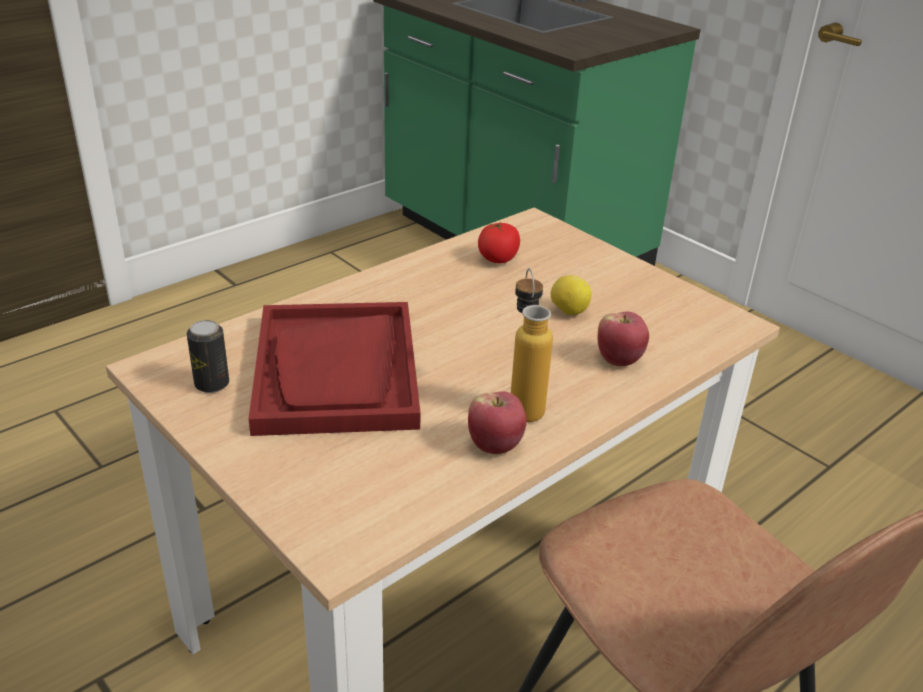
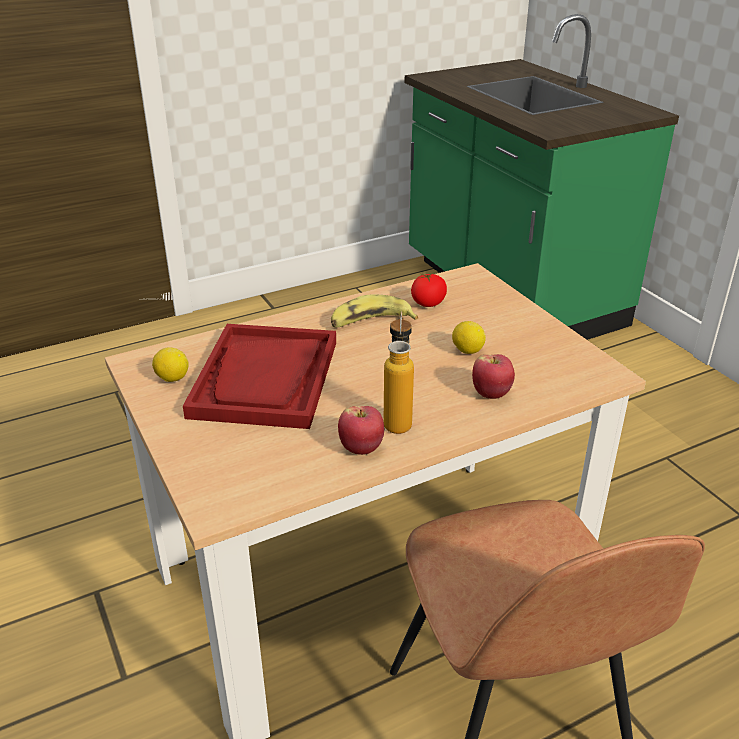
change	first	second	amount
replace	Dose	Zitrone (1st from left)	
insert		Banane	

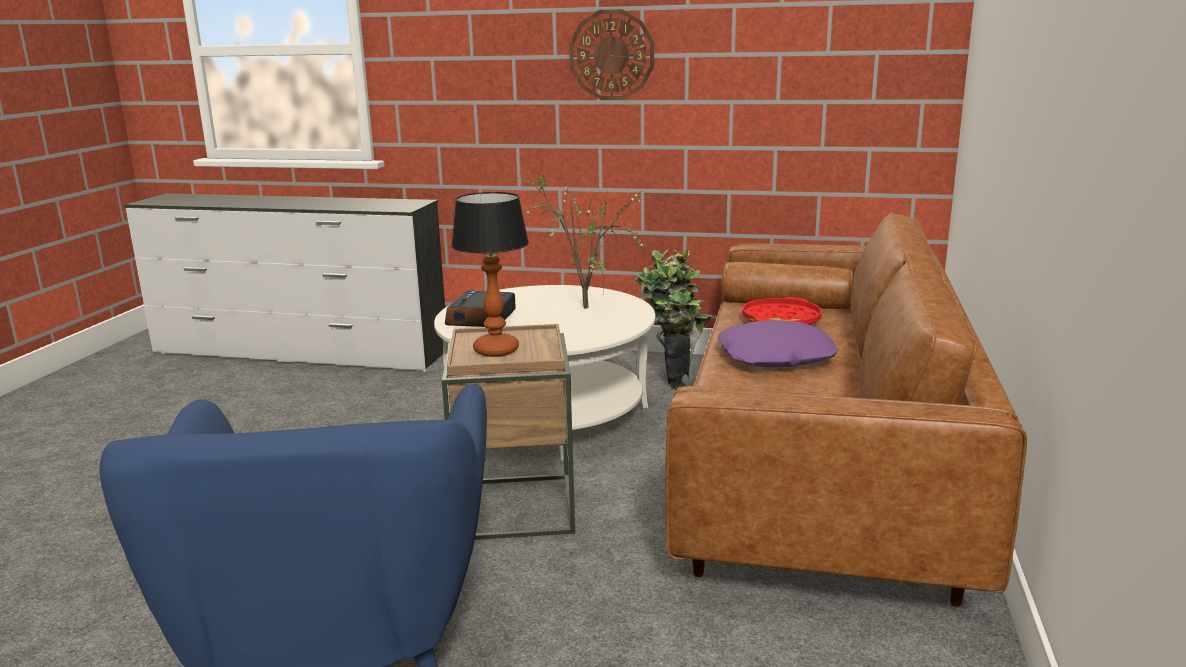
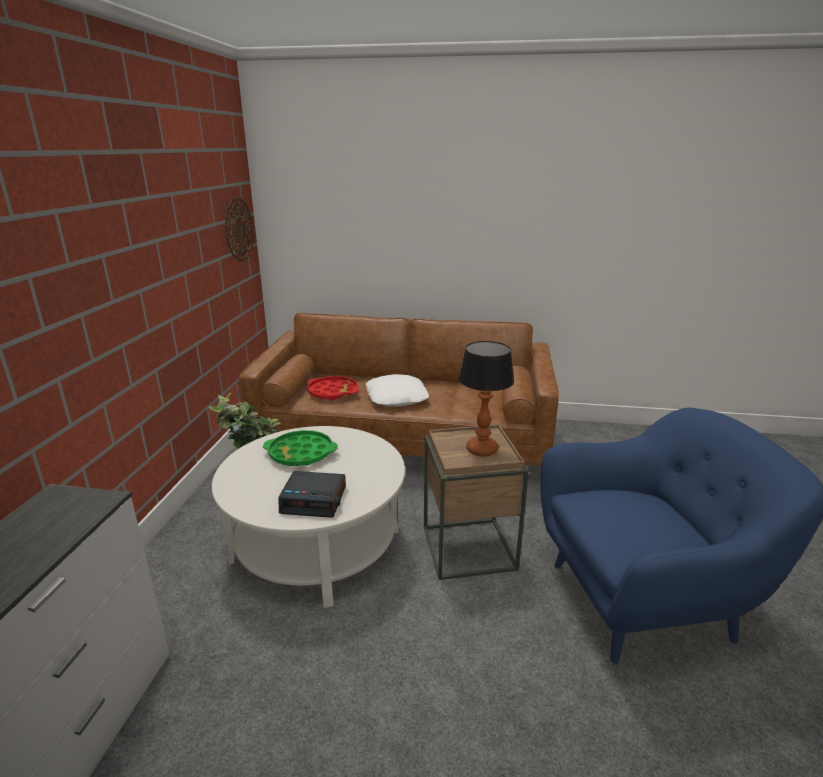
change	first	second	amount
move	Wanduhr		
replace	Topfpflanze (1st from left)	Tablett (grün)	
recolor	Kissen (lila)	Kissen (weiß)	

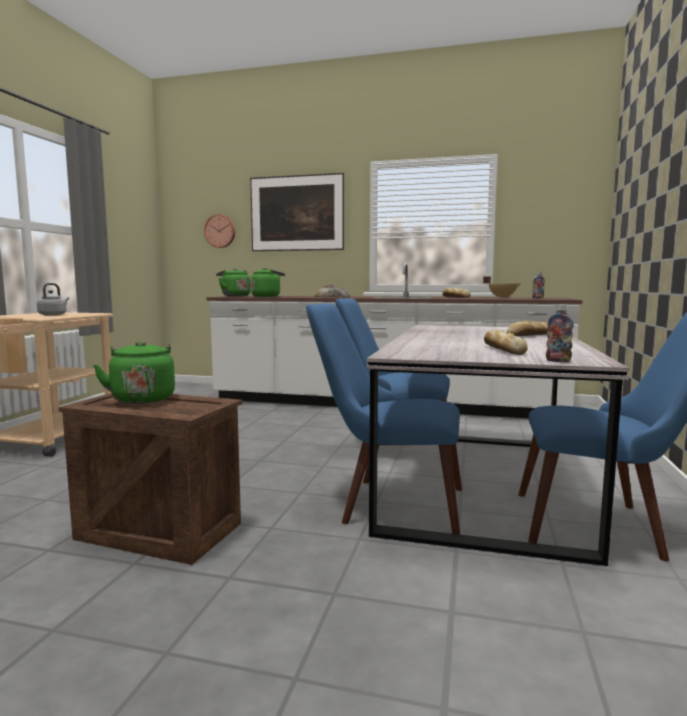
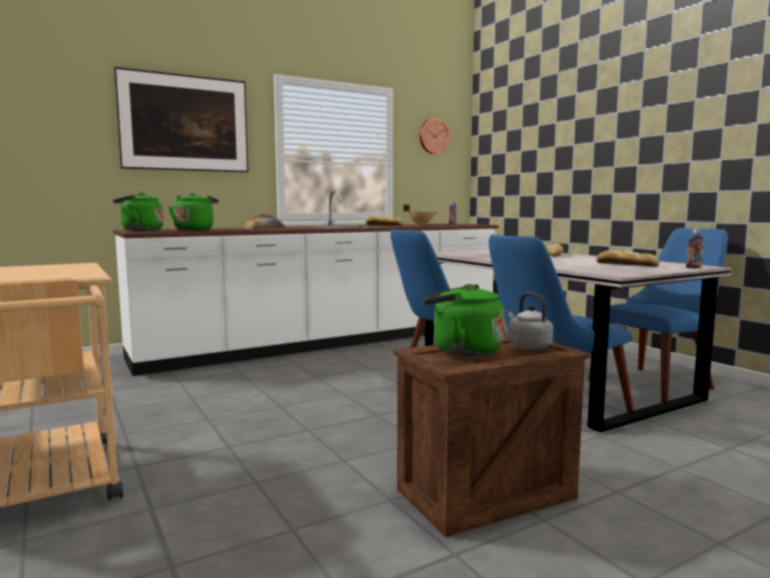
change	first	second	amount
move	Wanduhr		
move	Wasserkessel (grau)		

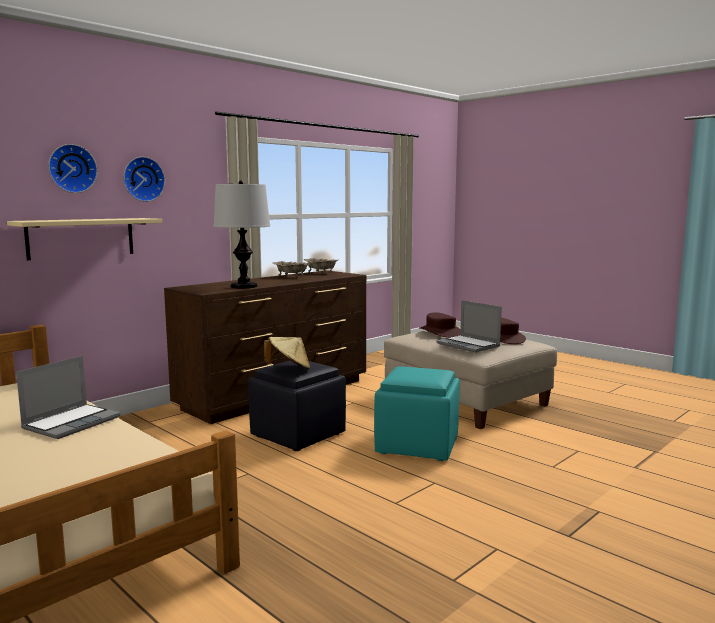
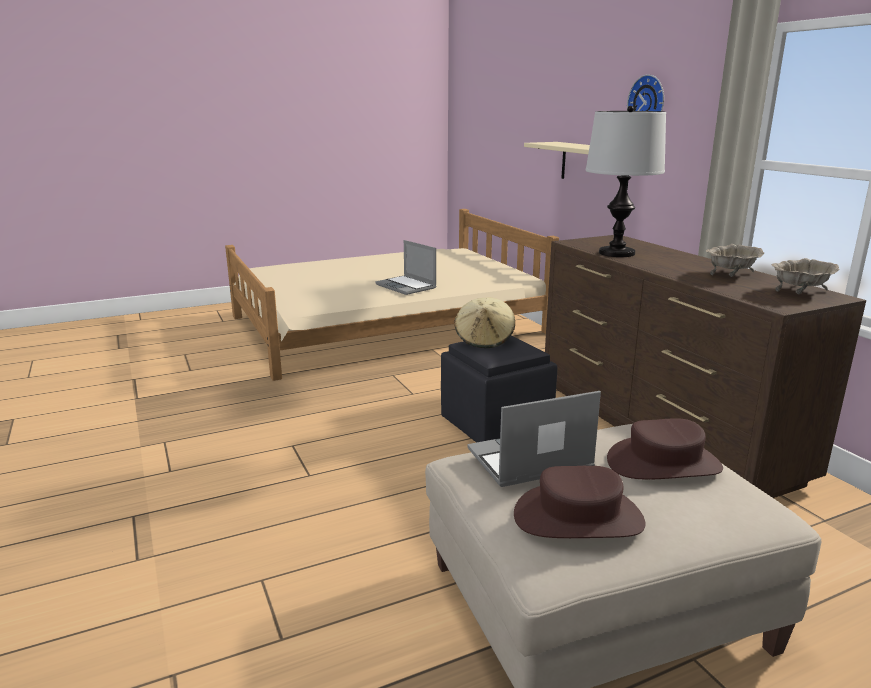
change	first	second	amount
delete	Wanduhr (1st from left)		
delete	Polsterhocker (türkis)		

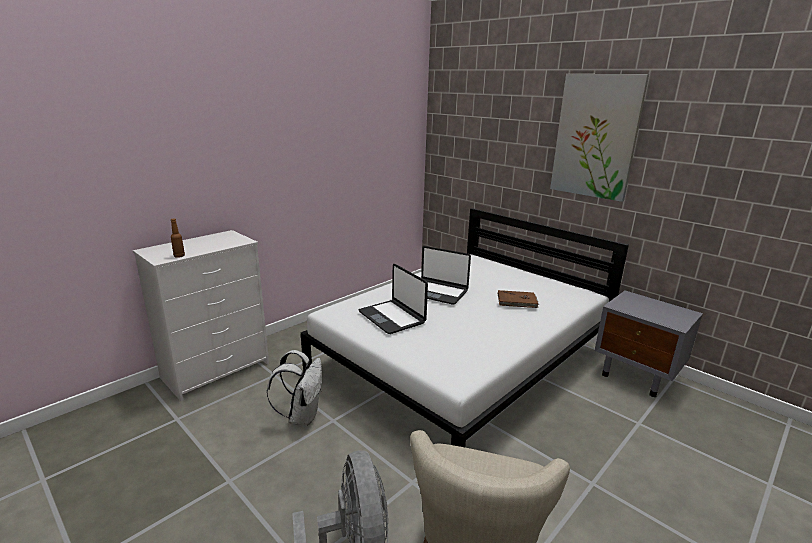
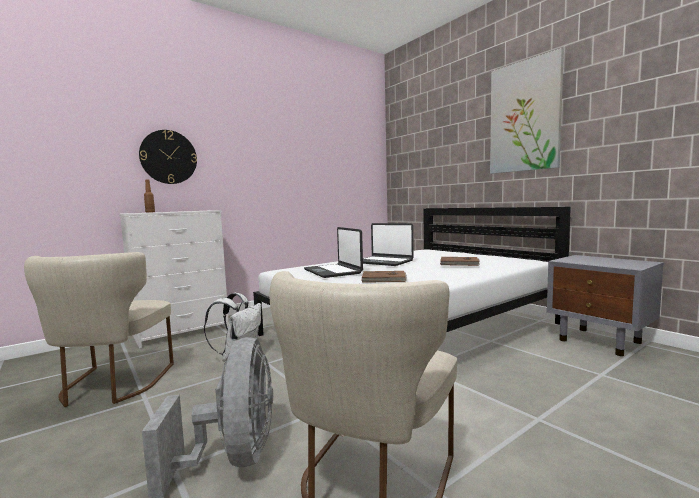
change	first	second	amount
insert		Stuhl (beige) (1st from left)	
insert		Wanduhr	
insert		Buch (braun) (1st from left)	

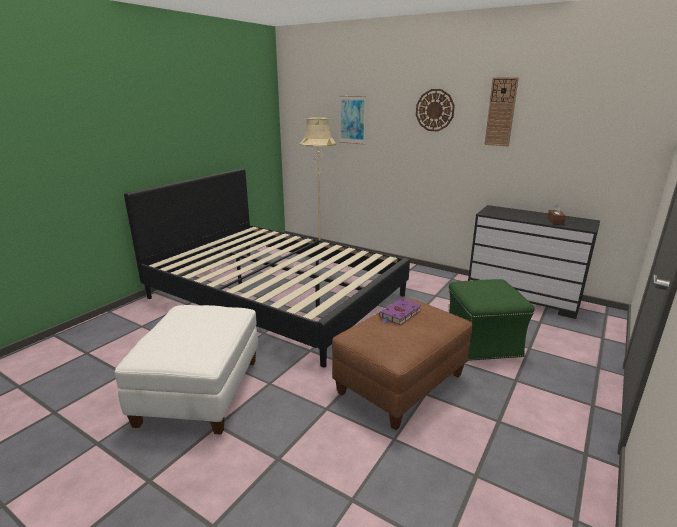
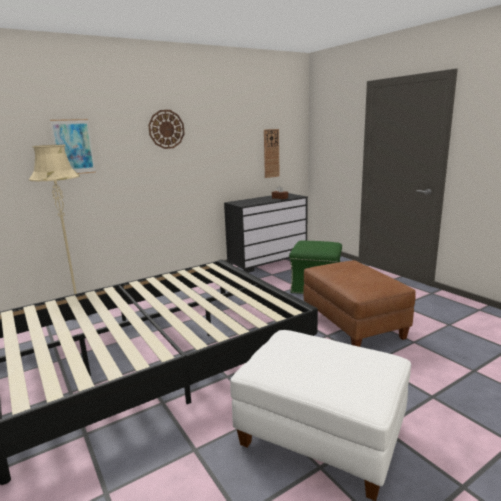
change	first	second	amount
move	Wanduhr (2nd from left)		
delete	Buch (lila)		

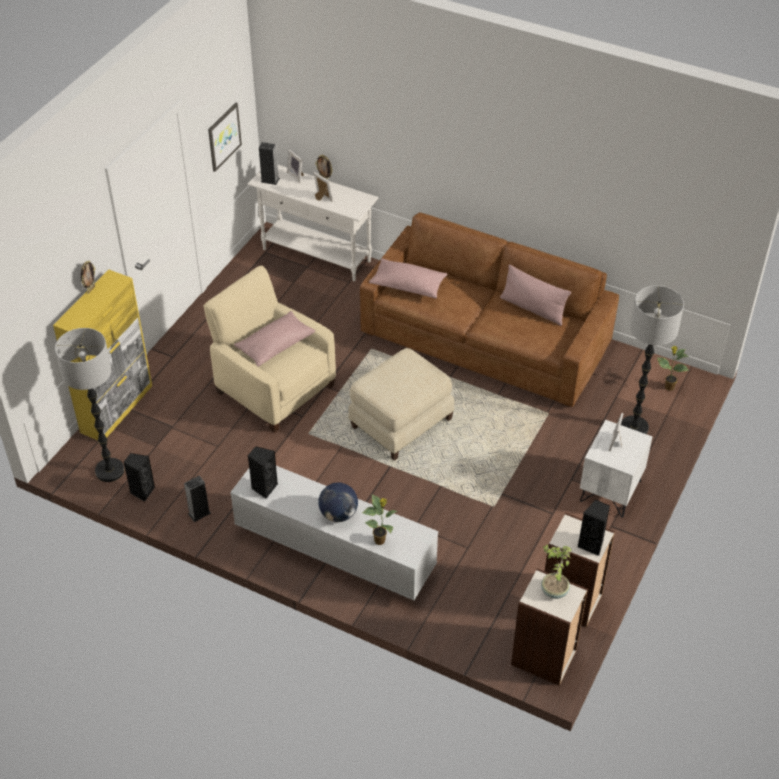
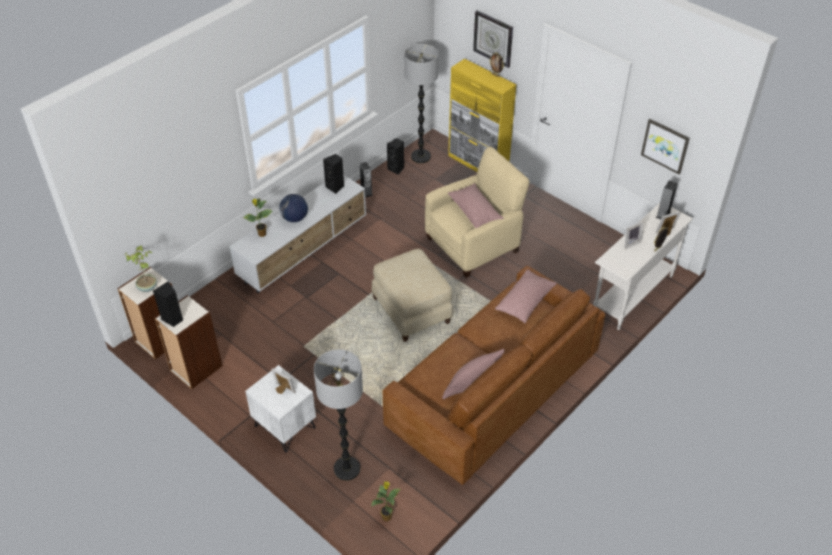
change	first	second	amount
insert		Wanduhr	

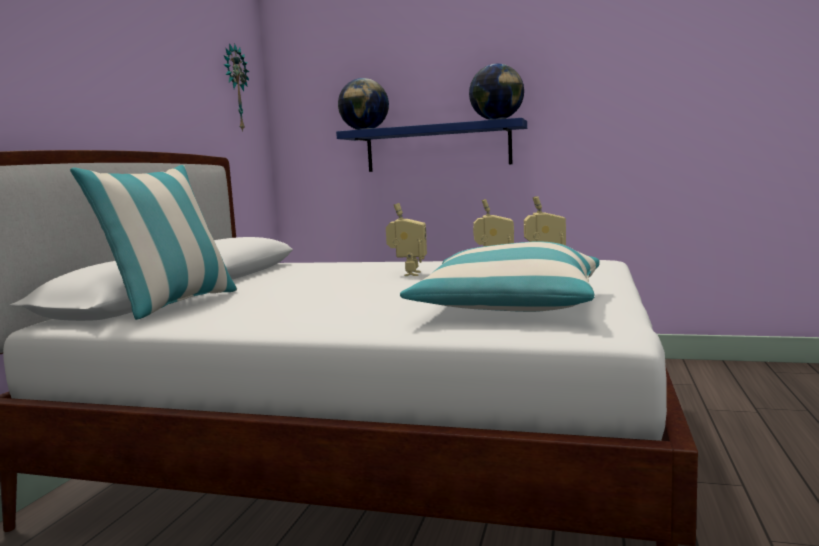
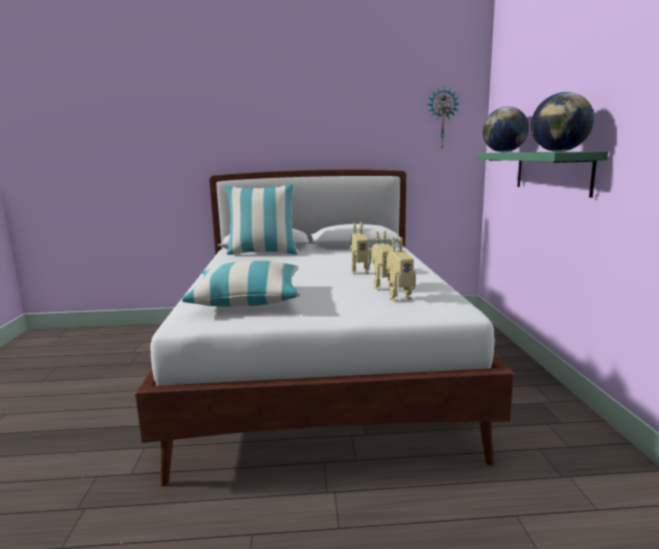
change	first	second	amount
recolor	Wandregal (blau)	Wandregal (grün)	

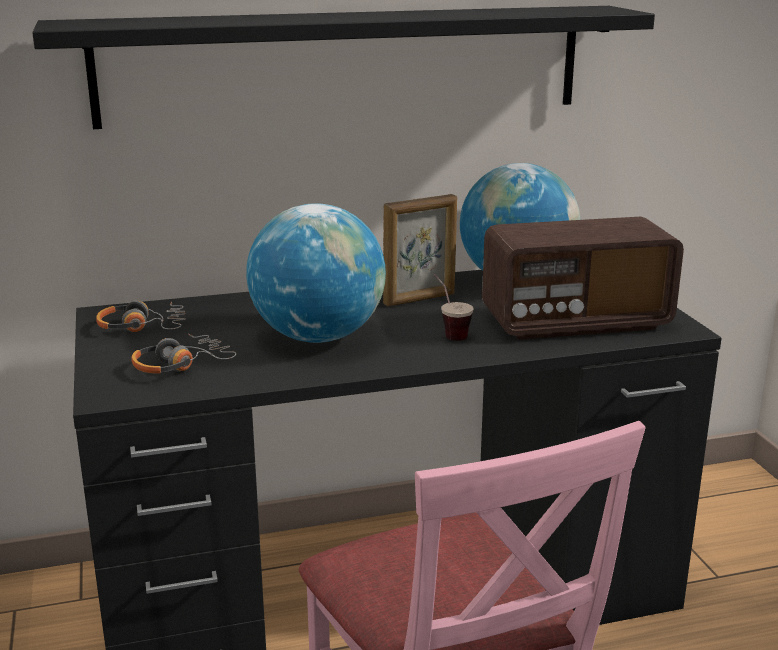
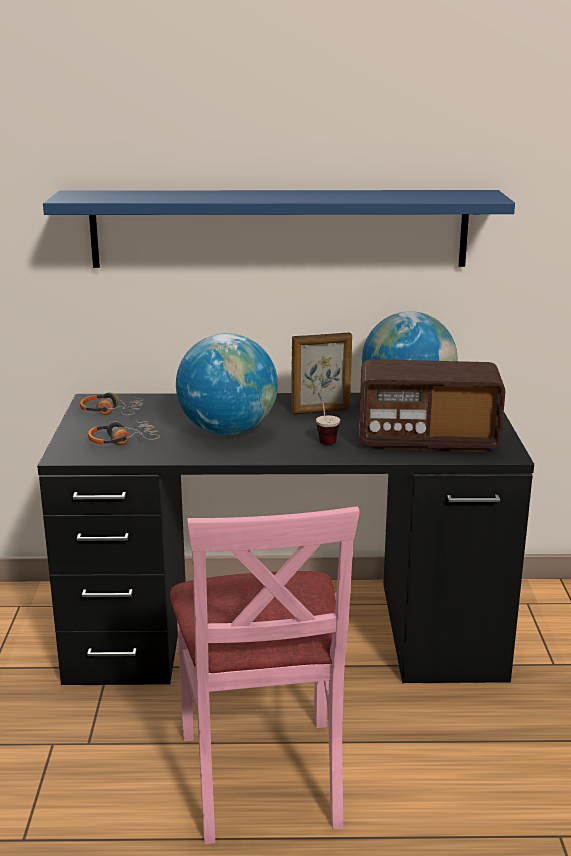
change	first	second	amount
recolor	Wandregal (schwarz)	Wandregal (blau)	

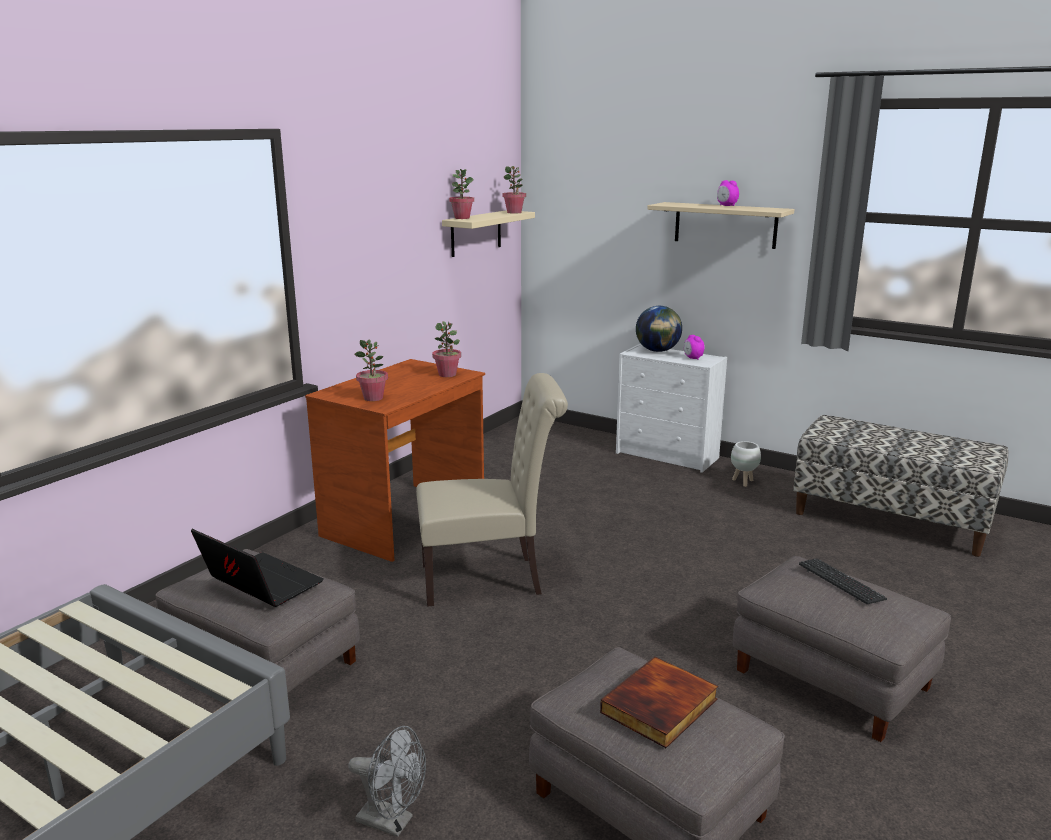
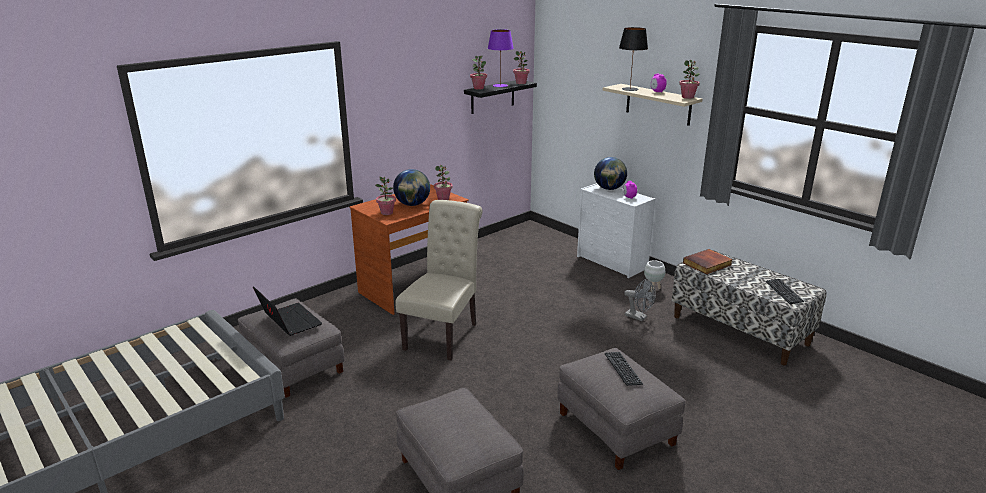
change	first	second	amount
insert		Globus (1st from left)	
rotate	Stuhl (beige)		75 degrees counterclockwise
recolor	Wandregal (beige) (1st from left)	Wandregal (schwarz)	
insert		Tischlampe (lila)	
insert		Tischlampe (schwarz)	
move	Ventilator (grau)		
insert		Topfpflanze (5th from left)	
move	Buch		
insert		Tastatur (2nd from left)	

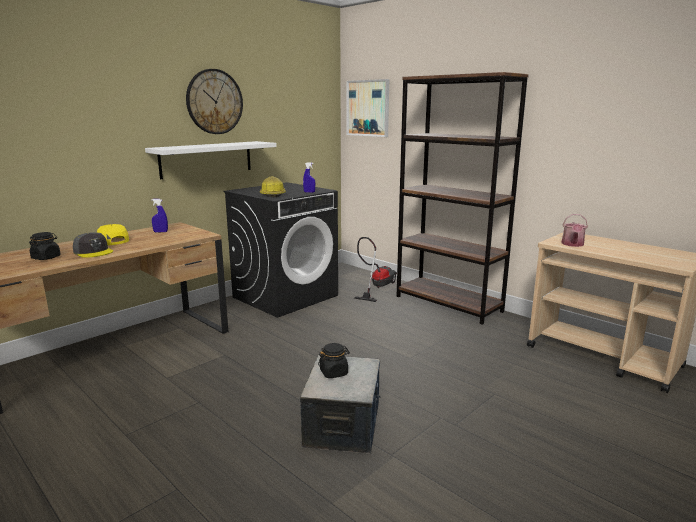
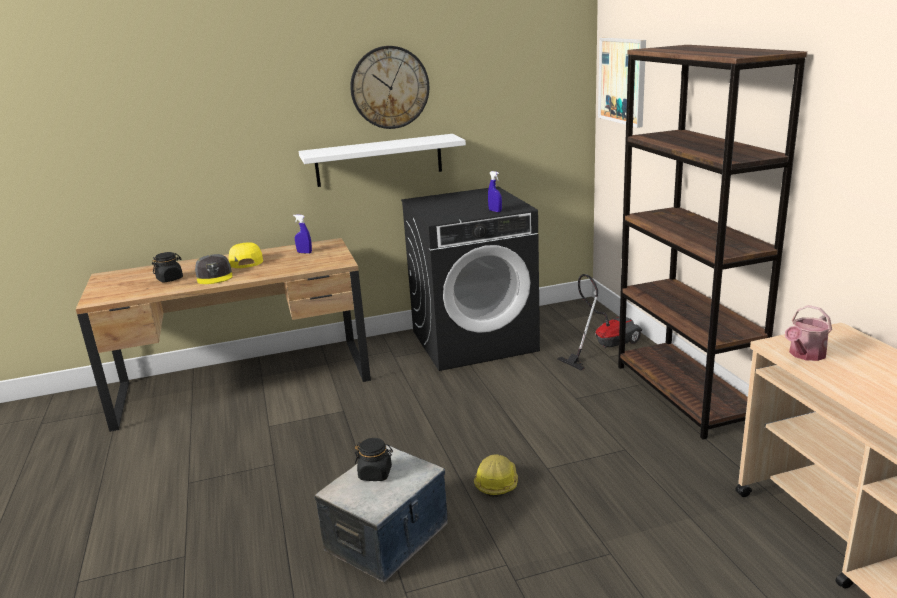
change	first	second	amount
move	Schutzhelm		

